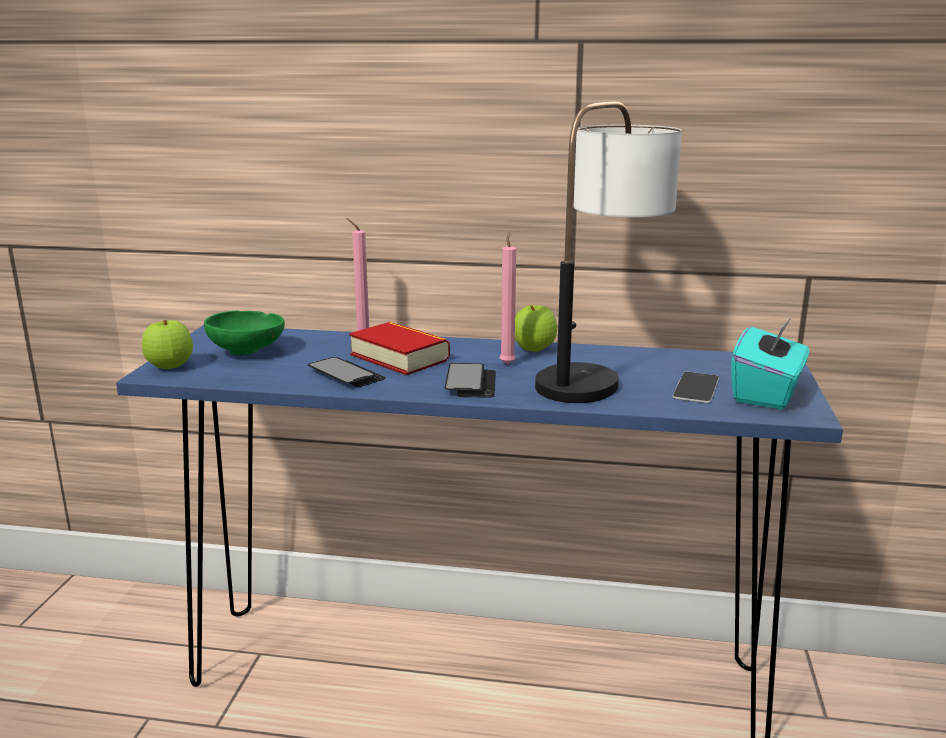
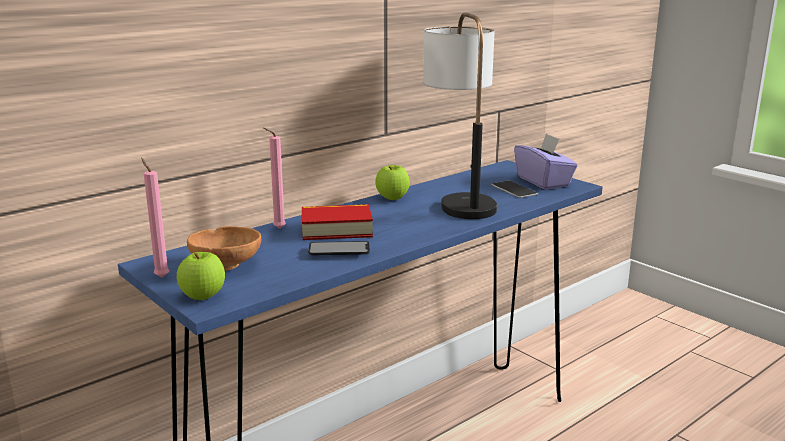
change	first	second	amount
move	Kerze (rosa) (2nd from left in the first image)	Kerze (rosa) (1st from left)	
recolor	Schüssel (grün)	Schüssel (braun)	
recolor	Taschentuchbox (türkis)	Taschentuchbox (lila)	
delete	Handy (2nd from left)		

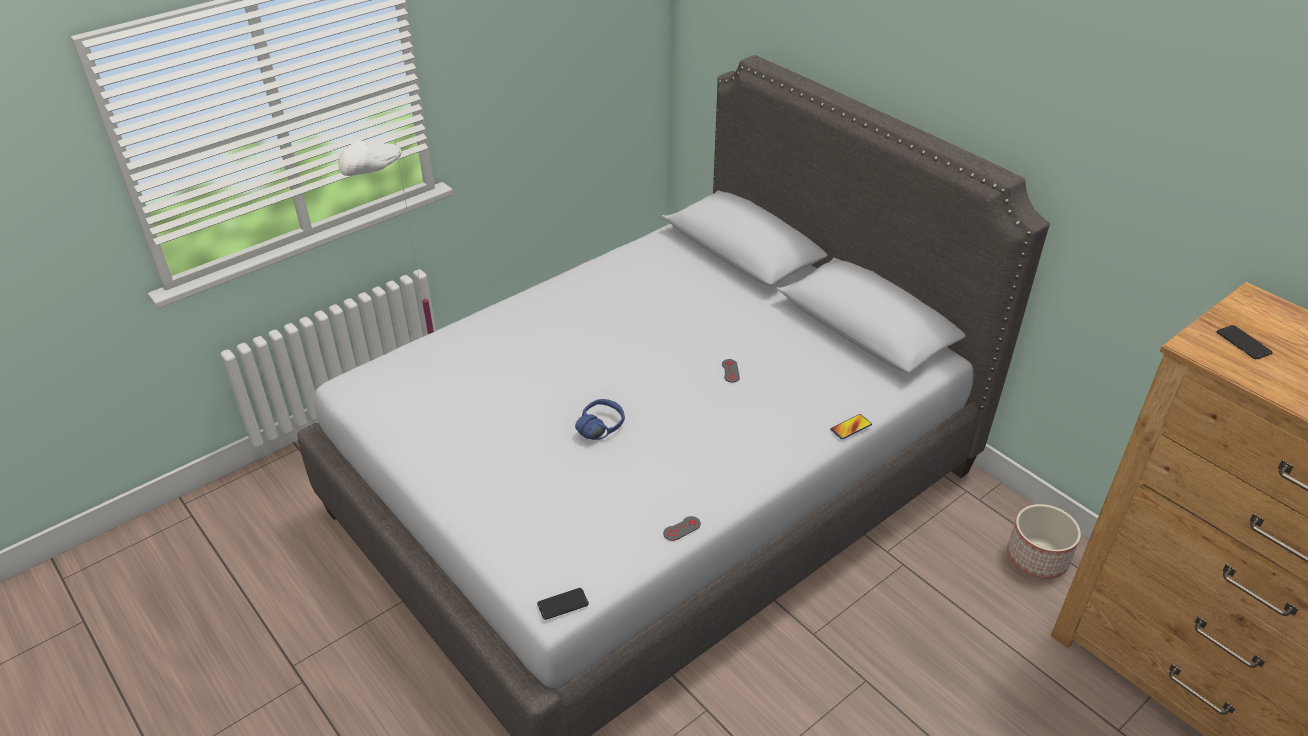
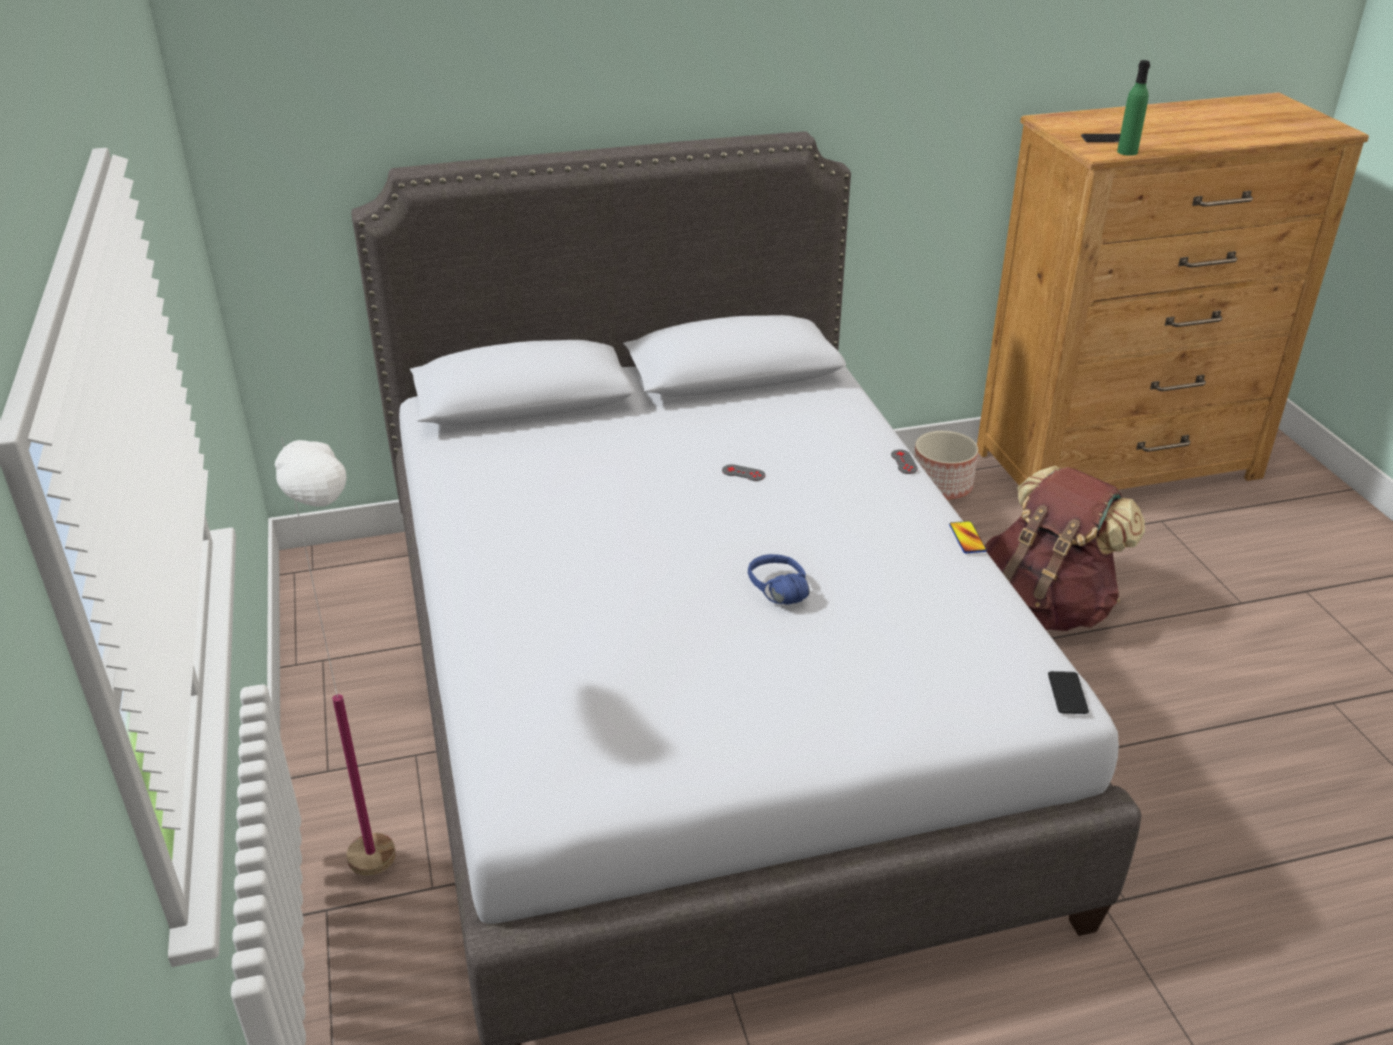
change	first	second	amount
move	Gamepad (grau) (1st from left in the first image)	Gamepad (grau) (2nd from left)	
move	Handy (2nd from left in the first image)	Handy (1st from left)	
insert		Rucksack (braun)	
insert		Flasche (grün)	

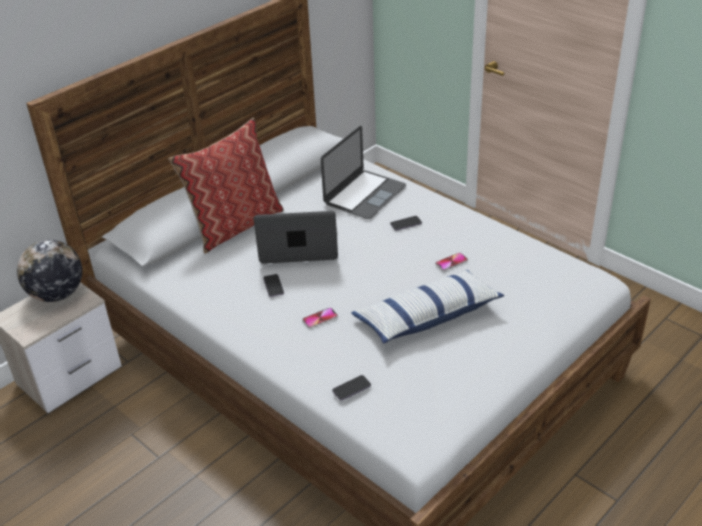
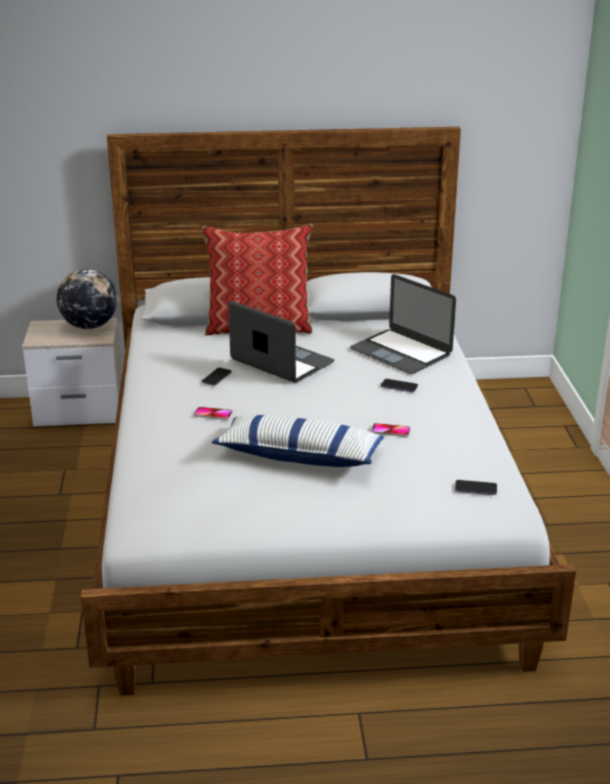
change	first	second	amount
rotate	Laptop (2nd from left)		60 degrees clockwise
move	Handy (3rd from left in the first image)	Handy (5th from left)	

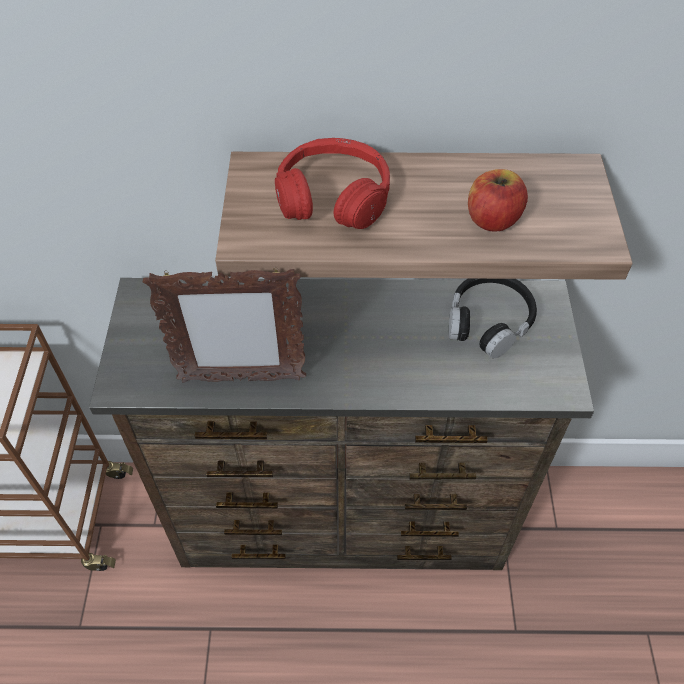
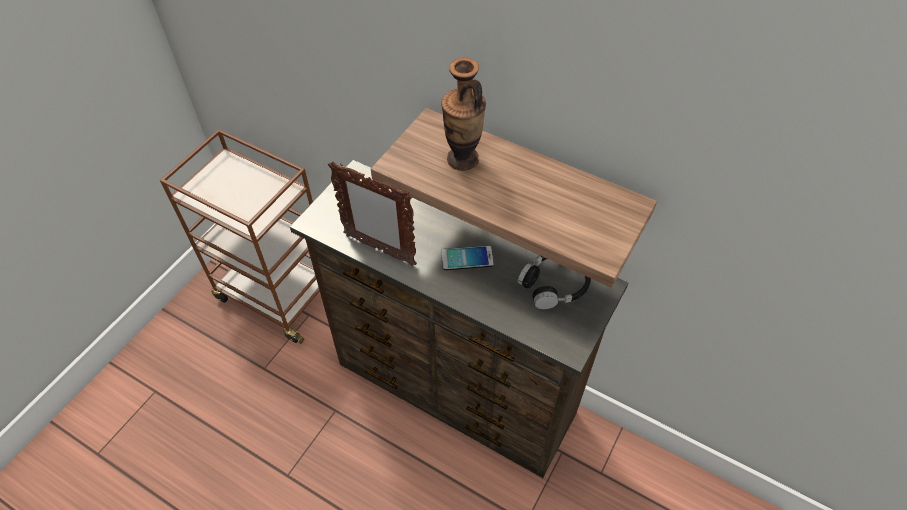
change	first	second	amount
replace	Kopfhörer (rot)	Vase	
insert		Handy	
delete	Apfel		

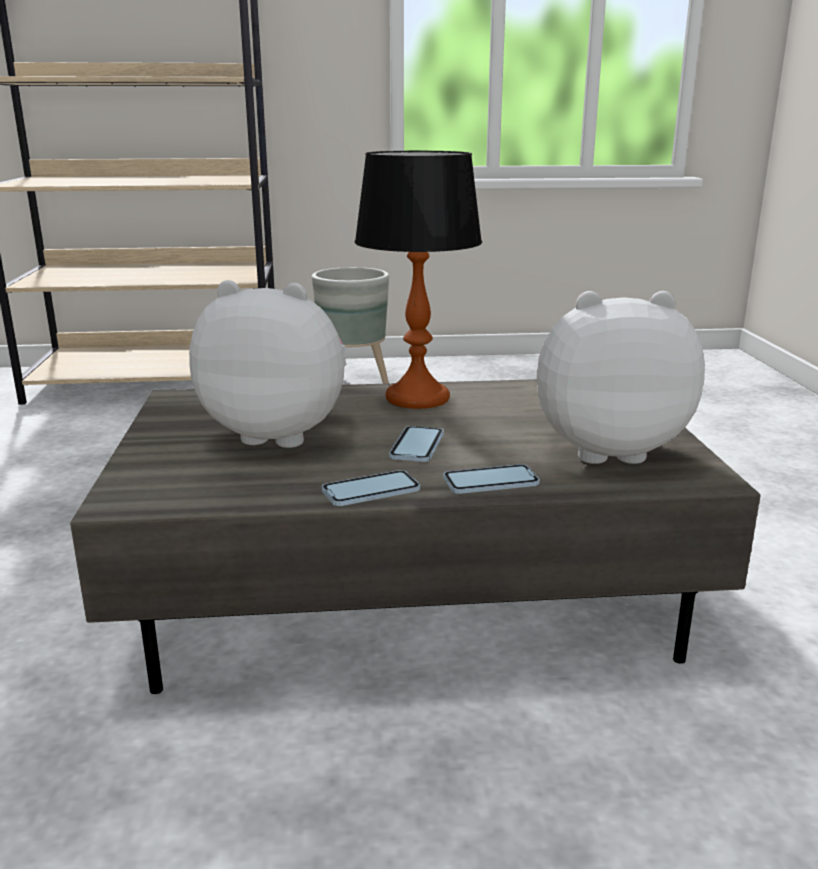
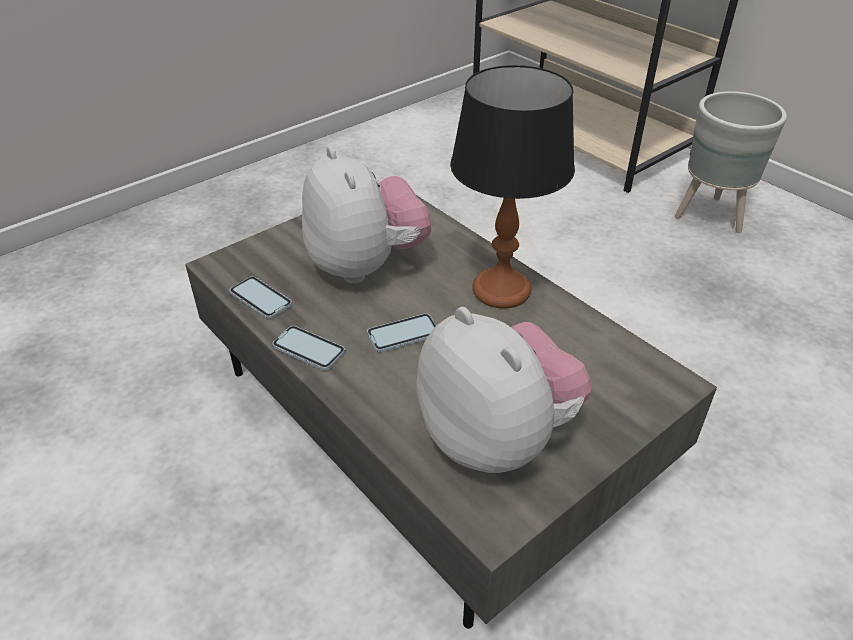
change	first	second	amount
move	Handy (3rd from left in the first image)	Handy (1st from left)	

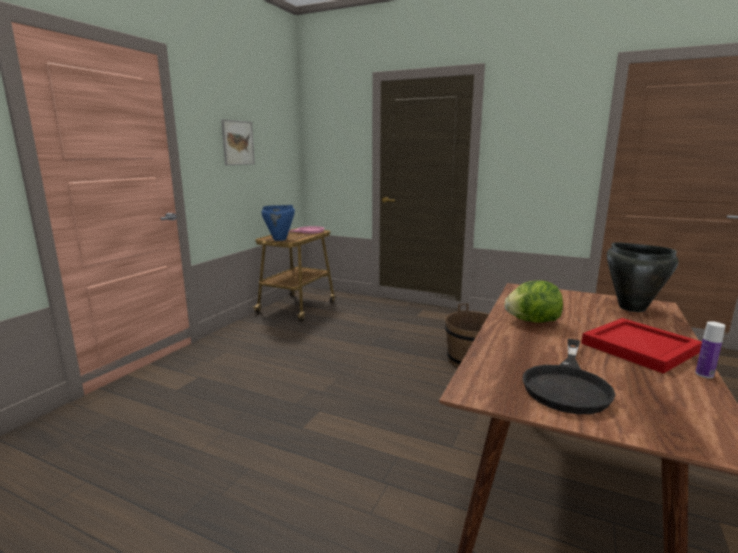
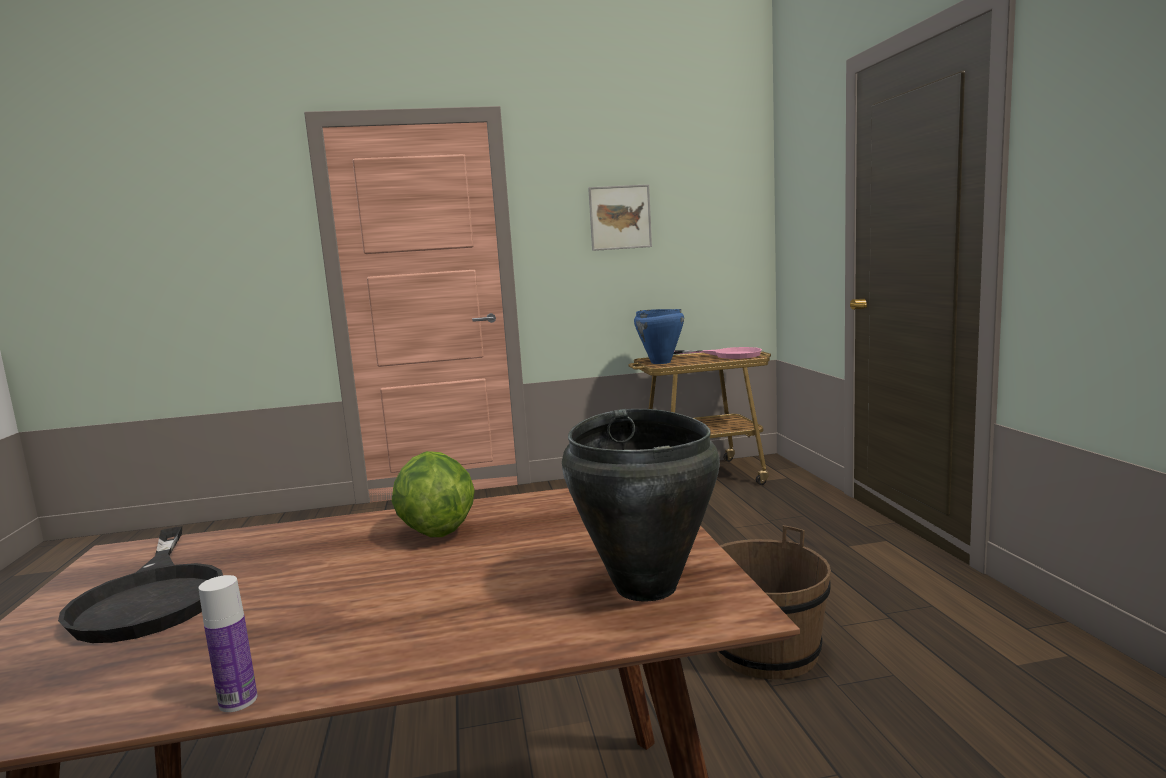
change	first	second	amount
rotate	Pfanne (schwarz)		105 degrees counterclockwise
delete	Tablett (rot)		

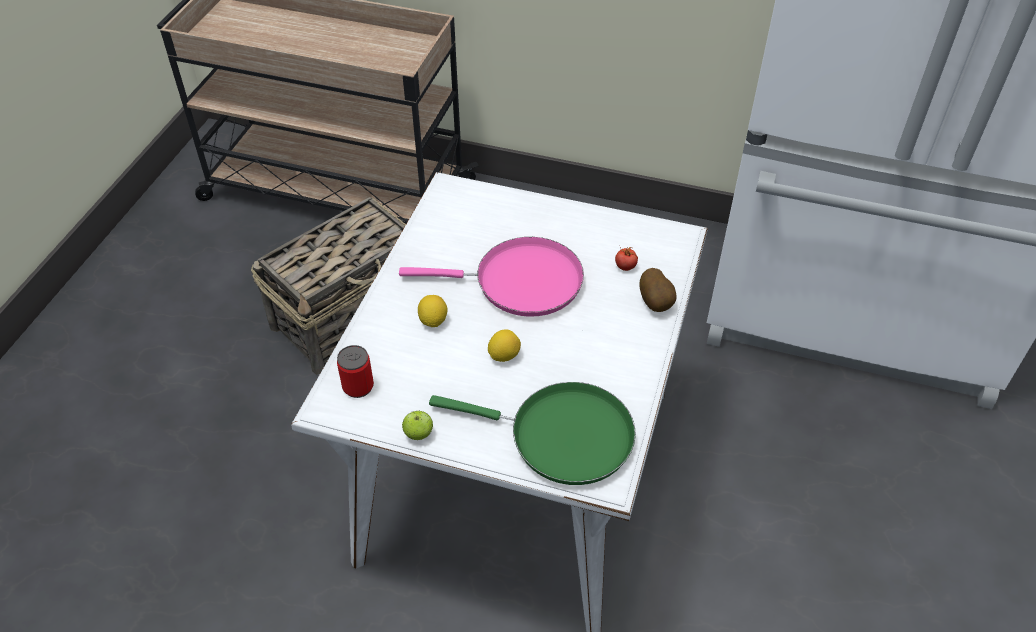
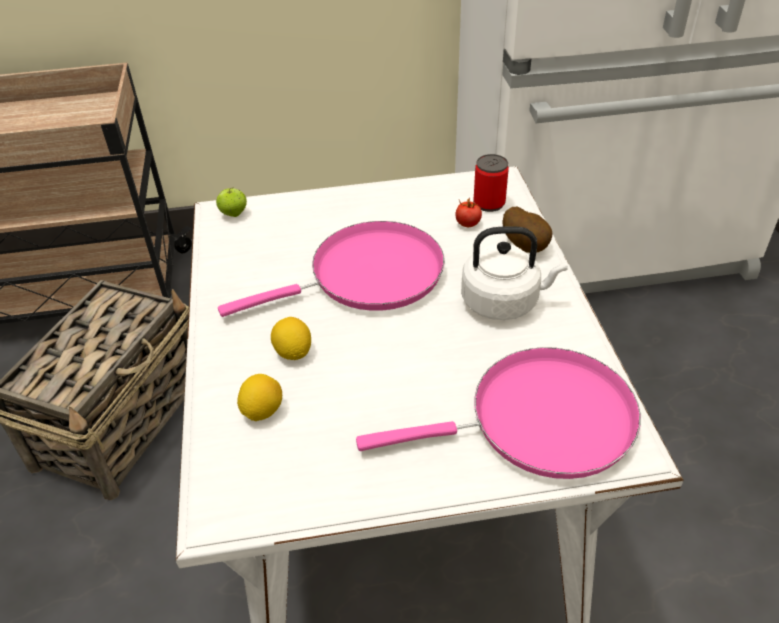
change	first	second	amount
move	Apfel		
move	Zitrone (2nd from left in the first image)	Zitrone (1st from left)	
recolor	Pfanne (grün)	Pfanne (rosa) (2nd from left)	
insert		Wasserkessel (weiß)	
move	Dose		

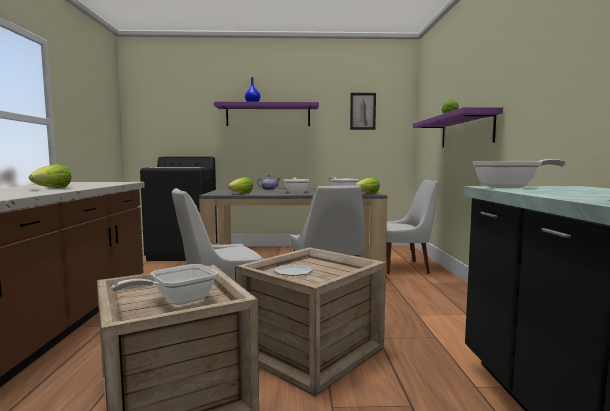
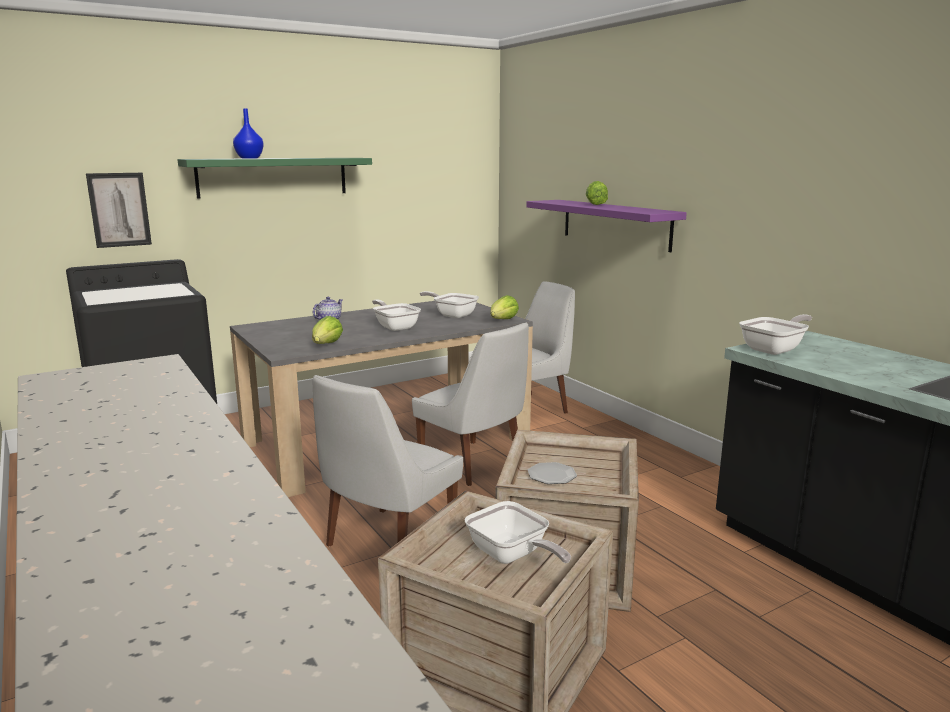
change	first	second	amount
move	Bild		
recolor	Wandregal (lila) (1st from left)	Wandregal (grün)	
rotate	Pfanne (1st from left in the first image)	Pfanne (3rd from left)	60 degrees counterclockwise
delete	Salatkopf (1st from left)		

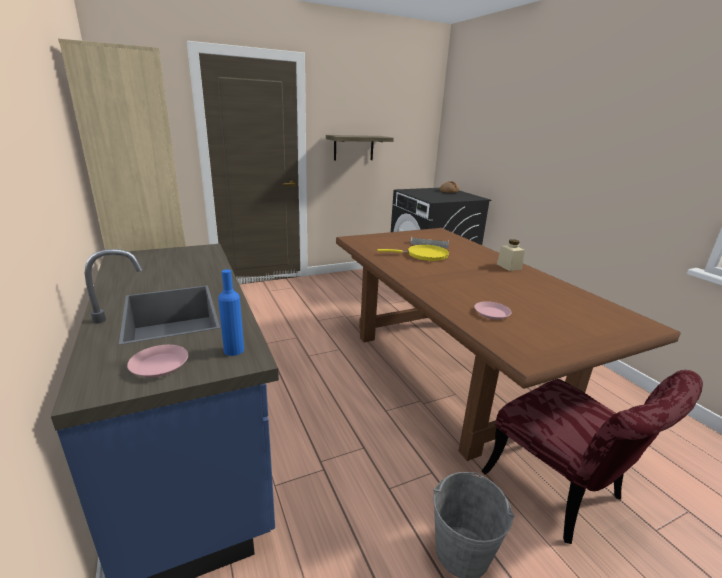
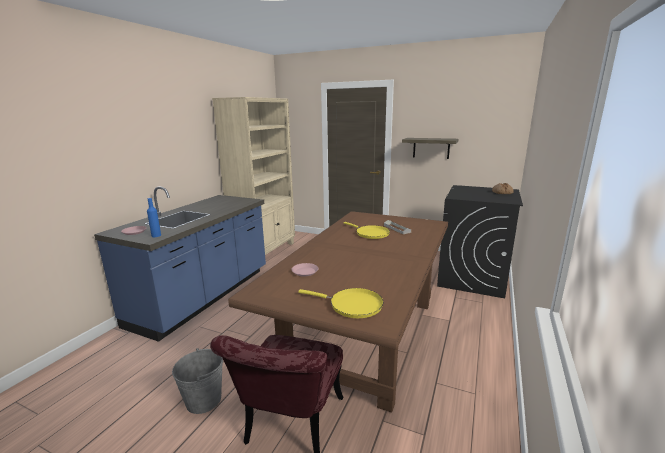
change	first	second	amount
insert		Pfanne (gelb) (1st from left)	
delete	Vorratsglas (beige)		

